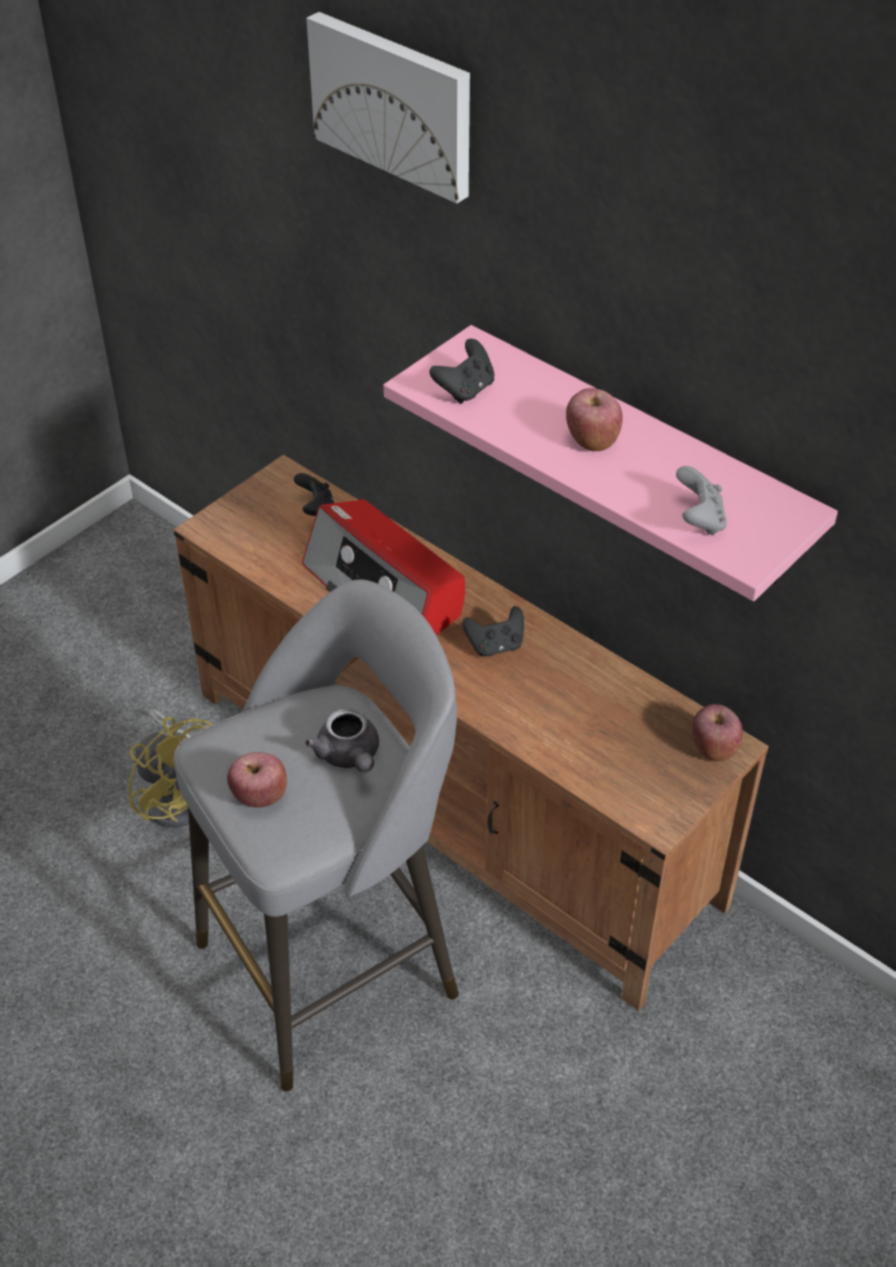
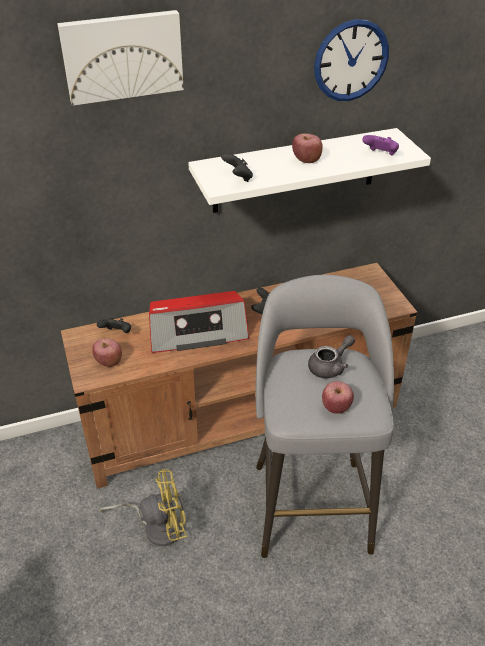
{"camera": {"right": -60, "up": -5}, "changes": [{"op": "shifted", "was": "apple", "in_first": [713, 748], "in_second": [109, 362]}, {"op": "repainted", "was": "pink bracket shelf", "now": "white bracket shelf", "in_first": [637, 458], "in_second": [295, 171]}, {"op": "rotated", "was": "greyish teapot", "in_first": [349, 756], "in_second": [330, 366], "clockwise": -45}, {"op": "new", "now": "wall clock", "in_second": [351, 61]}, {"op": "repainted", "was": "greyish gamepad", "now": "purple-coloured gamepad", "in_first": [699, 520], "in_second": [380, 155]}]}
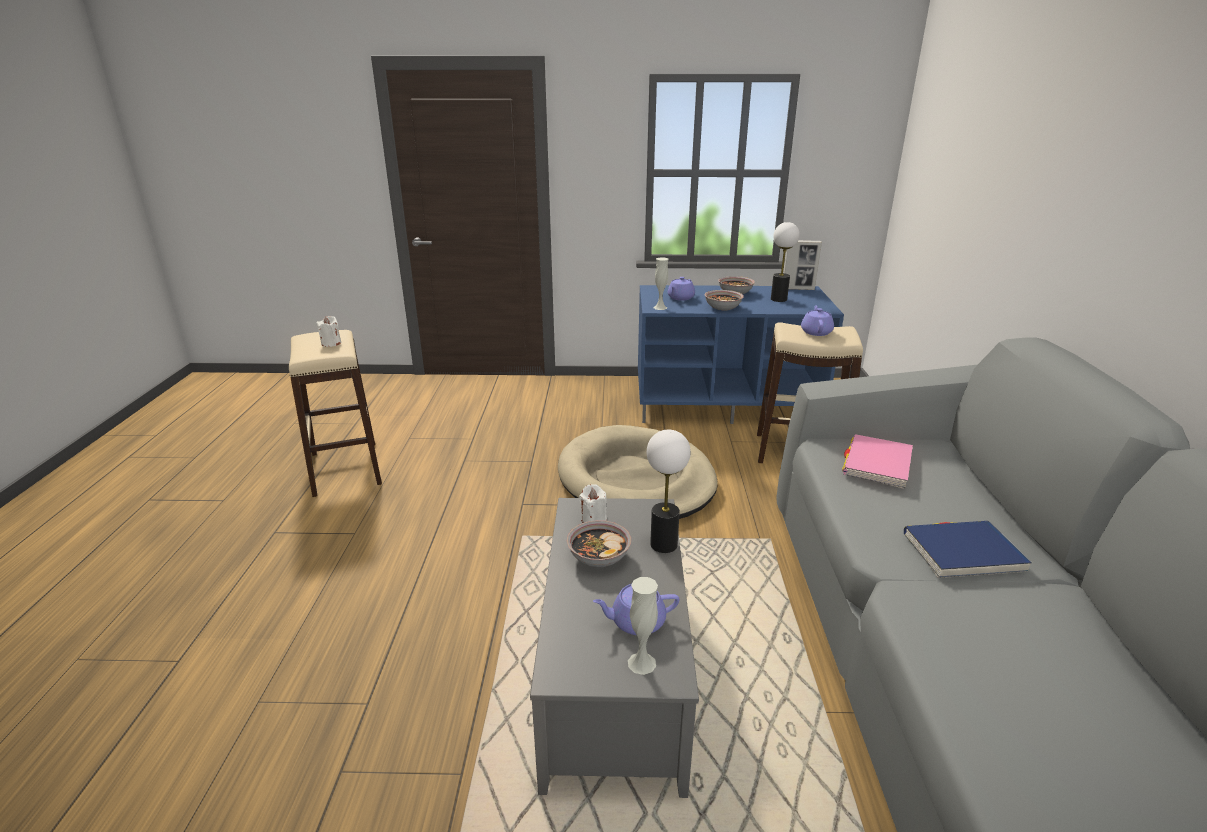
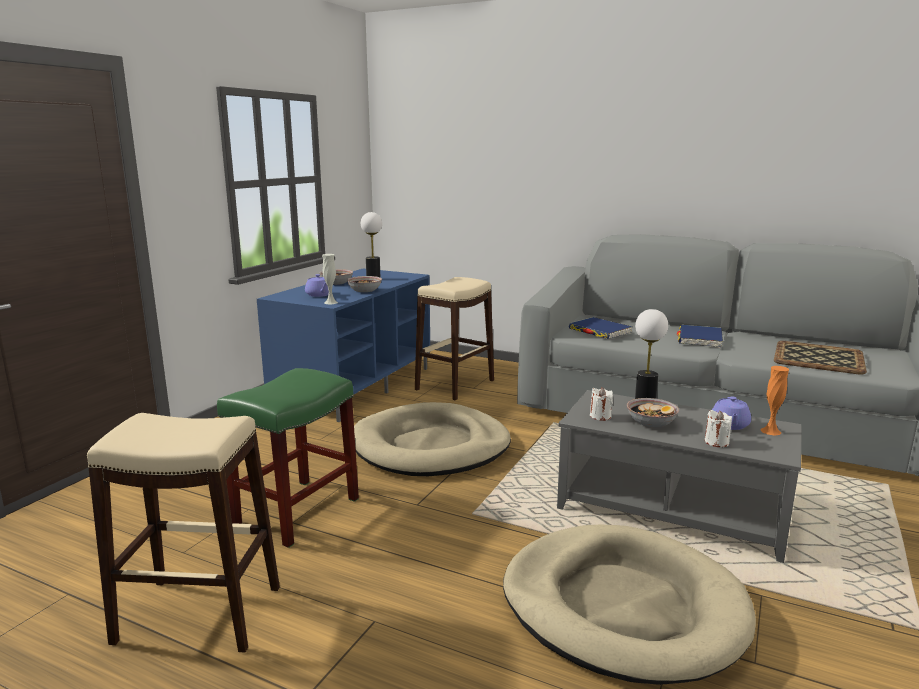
{"camera": {"right": -65, "up": -10}, "changes": [{"op": "new", "now": "green-coloured stool", "in_second": [297, 511]}, {"op": "new", "now": "beige-coloured dog bed", "in_second": [622, 607]}, {"op": "repainted", "was": "pink book", "now": "bluish book", "in_first": [877, 464], "in_second": [600, 331]}, {"op": "shifted", "was": "white wax light", "in_first": [331, 343], "in_second": [716, 442]}, {"op": "repainted", "was": "white decorative vase", "now": "orange-coloured decorative vase", "in_first": [641, 663], "in_second": [770, 431]}, {"op": "new", "now": "carrying tray", "in_second": [819, 358]}, {"op": "gone", "was": "standing frame", "in_first": [798, 289]}, {"op": "gone", "was": "purple-coloured teapot", "in_first": [816, 332]}]}
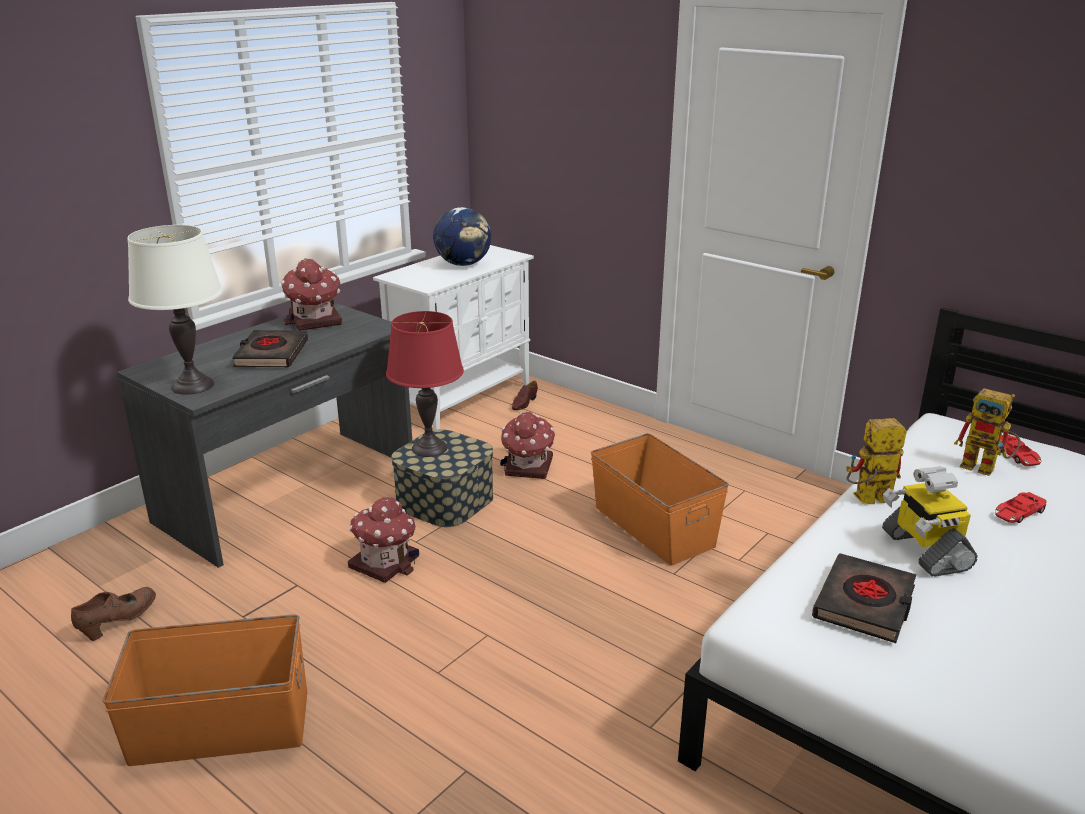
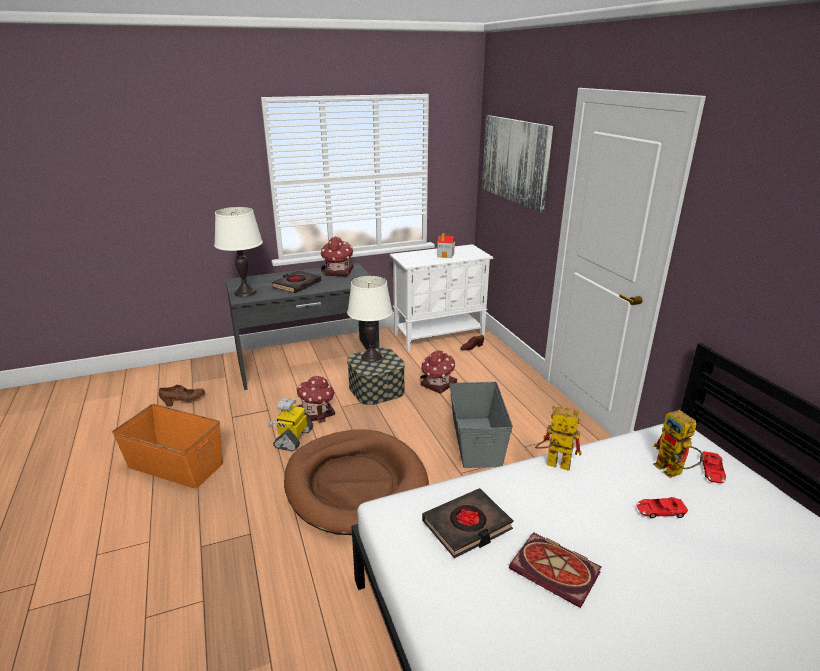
{"camera": {"right": 30, "up": 0}, "changes": [{"op": "shifted", "was": "toy robot", "in_first": [923, 550], "in_second": [293, 438]}, {"op": "new", "now": "brown-coloured dog bed", "in_second": [355, 484]}, {"op": "repainted", "was": "red table lamp", "now": "white table lamp", "in_first": [429, 448], "in_second": [371, 357]}, {"op": "swapped", "was": "globe", "now": "toy house", "in_first": [463, 264], "in_second": [446, 255]}, {"op": "repainted", "was": "orange-coloured storage bin", "now": "greyish storage bin", "in_first": [654, 525], "in_second": [477, 441]}, {"op": "new", "now": "wall picture", "in_second": [515, 160]}, {"op": "new", "now": "book", "in_second": [557, 571]}]}
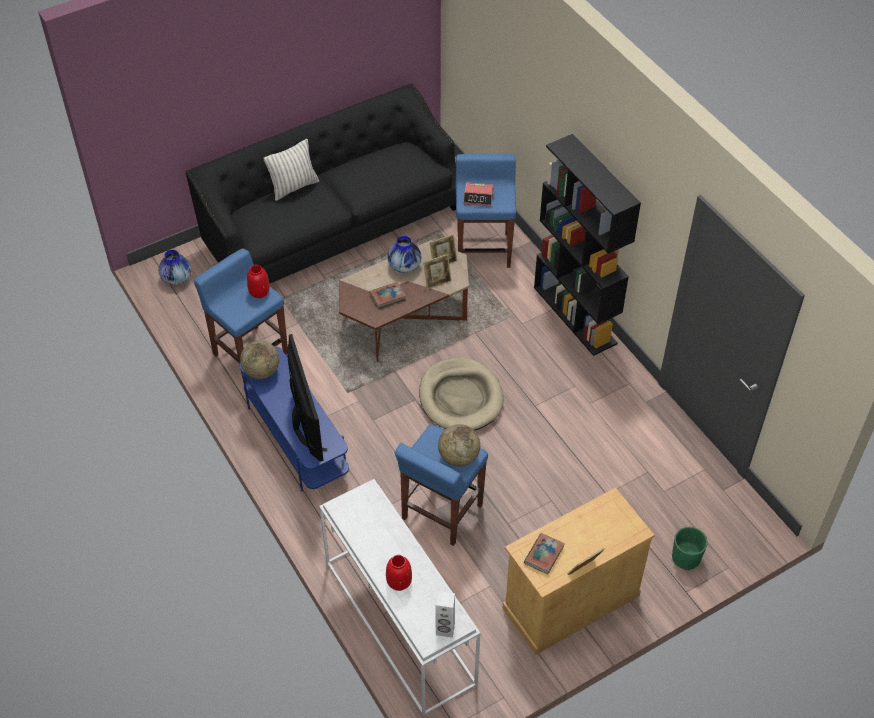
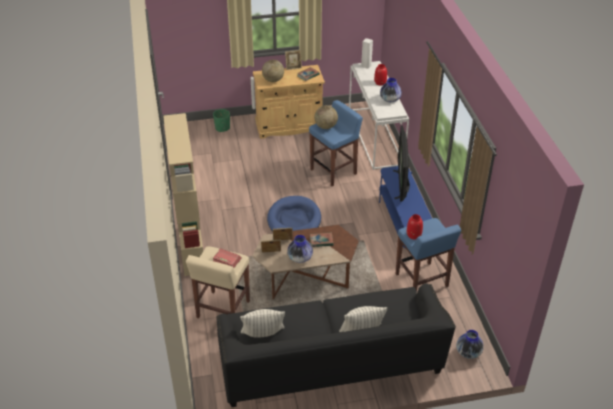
{"camera": {"right": -160, "up": -10}, "changes": [{"op": "repainted", "was": "blackish bookcase", "now": "beige-coloured bookcase", "in_first": [575, 315], "in_second": [191, 248]}, {"op": "repainted", "was": "bluish stool", "now": "beige-coloured stool", "in_first": [483, 249], "in_second": [222, 310]}, {"op": "new", "now": "throw pillow", "in_second": [263, 335]}, {"op": "shifted", "was": "globe", "in_first": [261, 371], "in_second": [273, 80]}, {"op": "repainted", "was": "beige-coloured dog bed", "now": "bluish dog bed", "in_first": [460, 397], "in_second": [294, 220]}, {"op": "new", "now": "decorative vase", "in_second": [390, 99]}]}
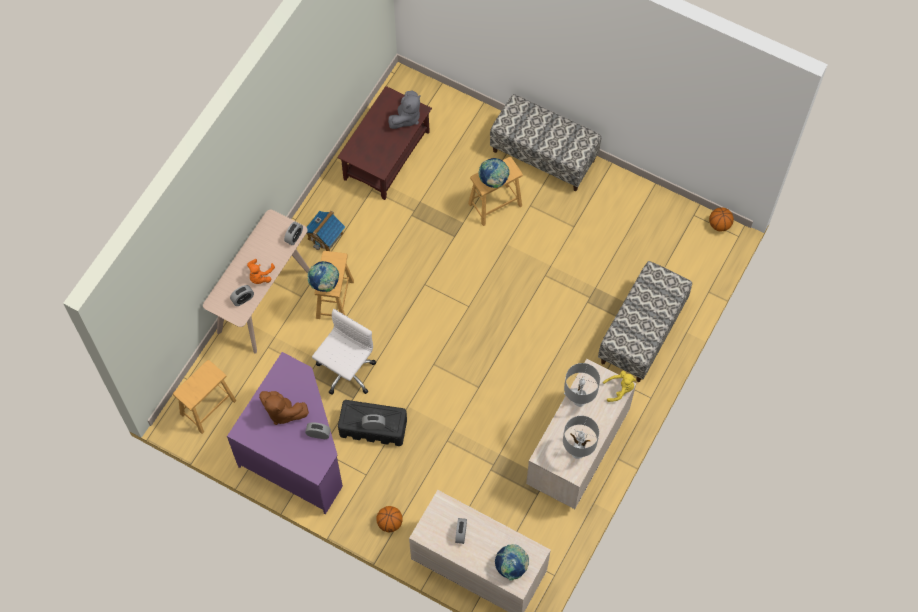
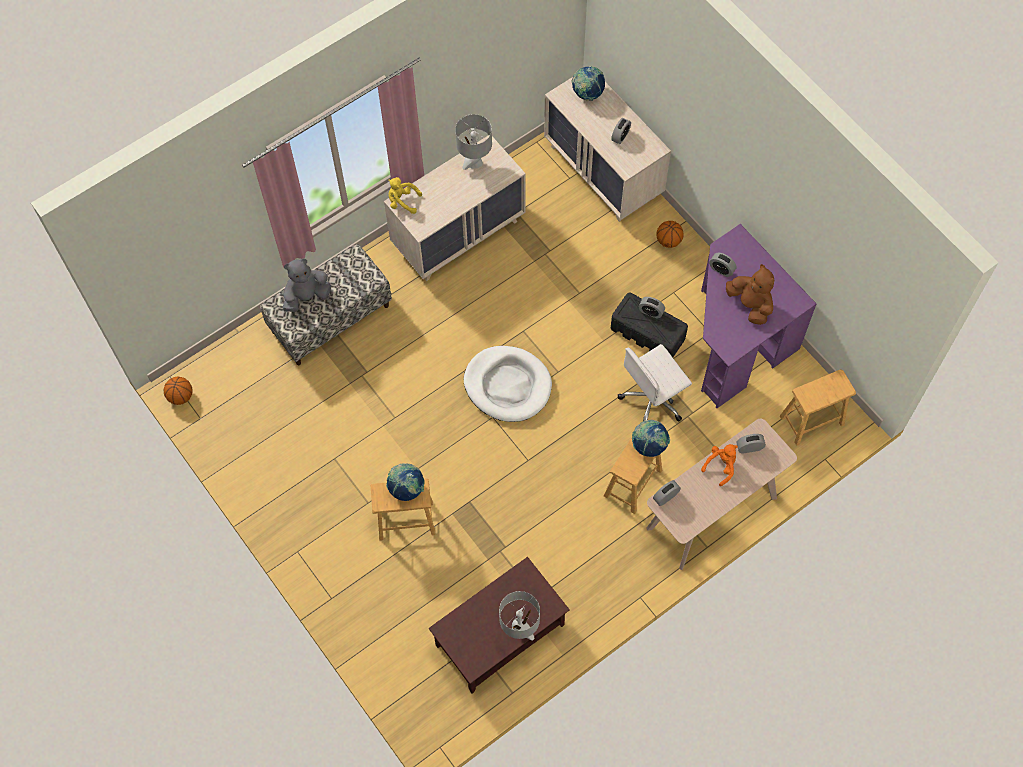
{"camera": {"right": -155, "up": 0}, "changes": [{"op": "shifted", "was": "greyish soft toy", "in_first": [406, 118], "in_second": [306, 296]}, {"op": "new", "now": "white dog bed", "in_second": [507, 385]}, {"op": "shifted", "was": "greyish table lamp", "in_first": [579, 400], "in_second": [519, 629]}, {"op": "gone", "was": "toy house", "in_first": [325, 236]}, {"op": "gone", "was": "bench", "in_first": [544, 155]}]}
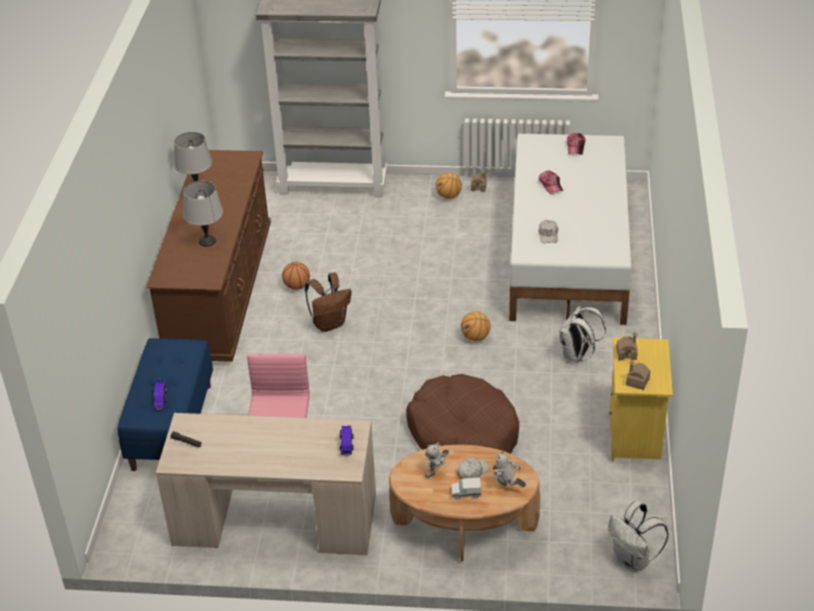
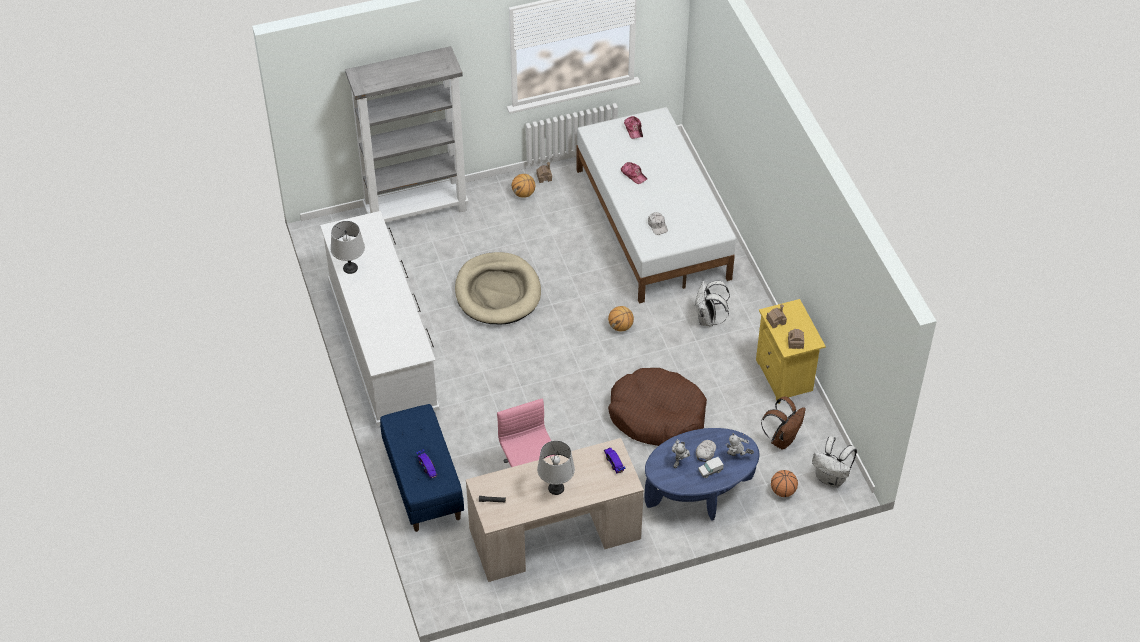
{"camera": {"right": -25, "up": 10}, "changes": [{"op": "repainted", "was": "brown-coloured dresser", "now": "white dresser", "in_first": [220, 292], "in_second": [383, 347]}, {"op": "new", "now": "beige-coloured dog bed", "in_second": [497, 292]}, {"op": "shifted", "was": "greyish table lamp", "in_first": [207, 241], "in_second": [556, 488]}, {"op": "repainted", "was": "brown-coloured lounge table", "now": "bluish lounge table", "in_first": [464, 527], "in_second": [699, 493]}, {"op": "shifted", "was": "brown-coloured knapsack", "in_first": [329, 323], "in_second": [782, 439]}, {"op": "shifted", "was": "basketball ball", "in_first": [297, 286], "in_second": [783, 491]}]}
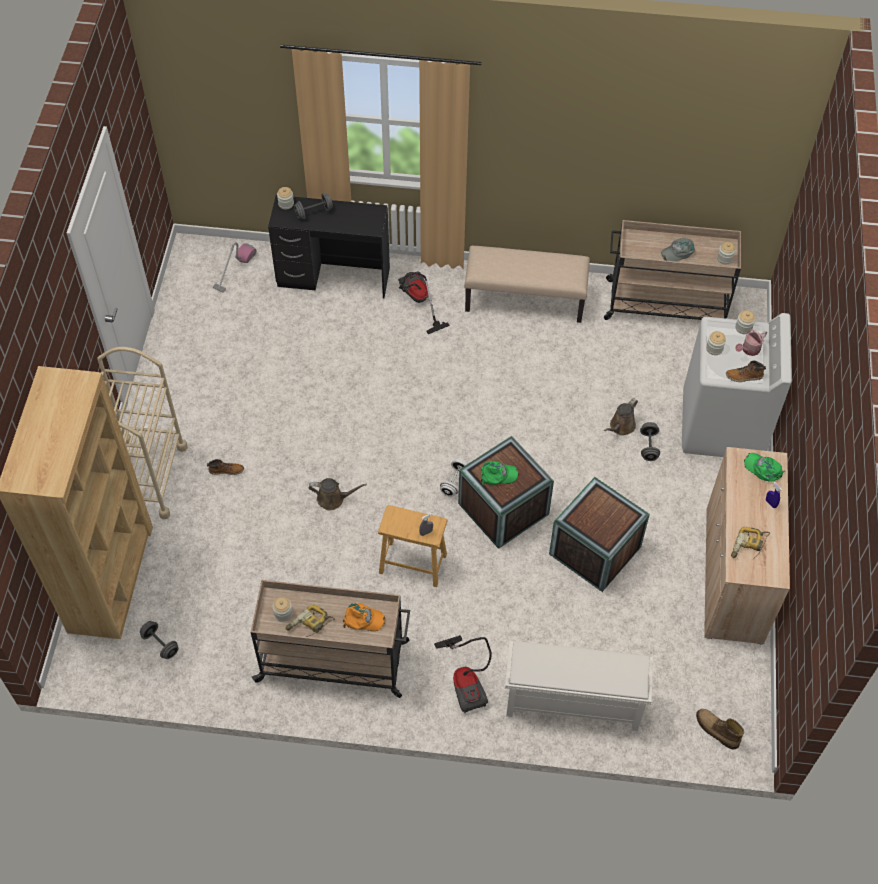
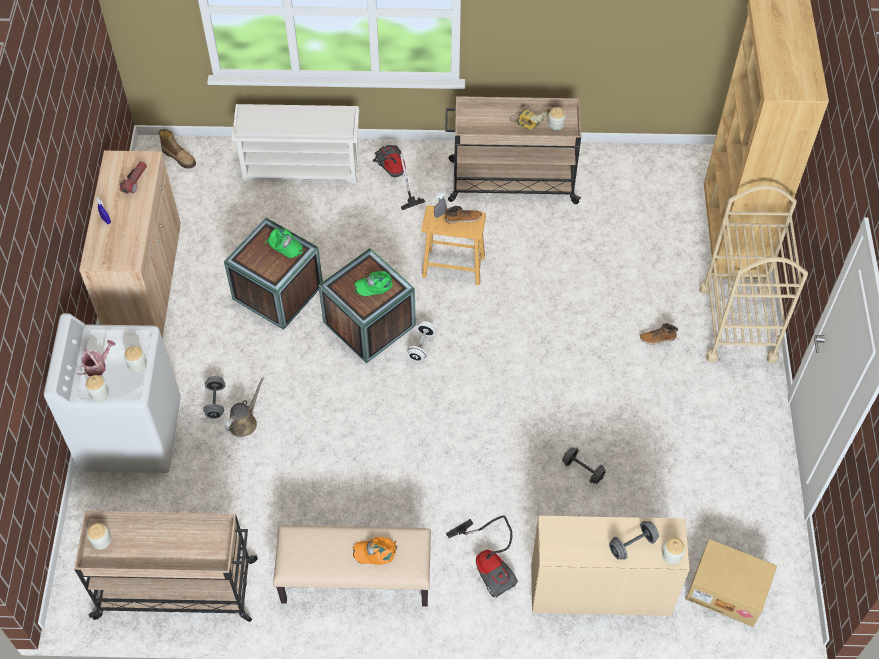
{"camera": {"right": 175, "up": 0}, "changes": [{"op": "swapped", "was": "drill", "now": "hand torch", "in_first": [748, 546], "in_second": [135, 181]}, {"op": "shifted", "was": "green-coloured baseball cap", "in_first": [763, 468], "in_second": [284, 245]}, {"op": "shifted", "was": "orange-coloured baseball cap", "in_first": [363, 619], "in_second": [375, 552]}, {"op": "shifted", "was": "boot", "in_first": [744, 376], "in_second": [463, 218]}, {"op": "repainted", "was": "blackish desk", "now": "beige-coloured desk", "in_first": [333, 278], "in_second": [599, 589]}, {"op": "shifted", "was": "greyish hand weight", "in_first": [160, 644], "in_second": [583, 470]}, {"op": "swapped", "was": "hoover", "now": "cardboard box", "in_first": [234, 270], "in_second": [728, 590]}, {"op": "gone", "was": "brown-coloured watering pot", "in_first": [333, 499]}, {"op": "gone", "was": "greyish baseball cap", "in_first": [678, 252]}]}
